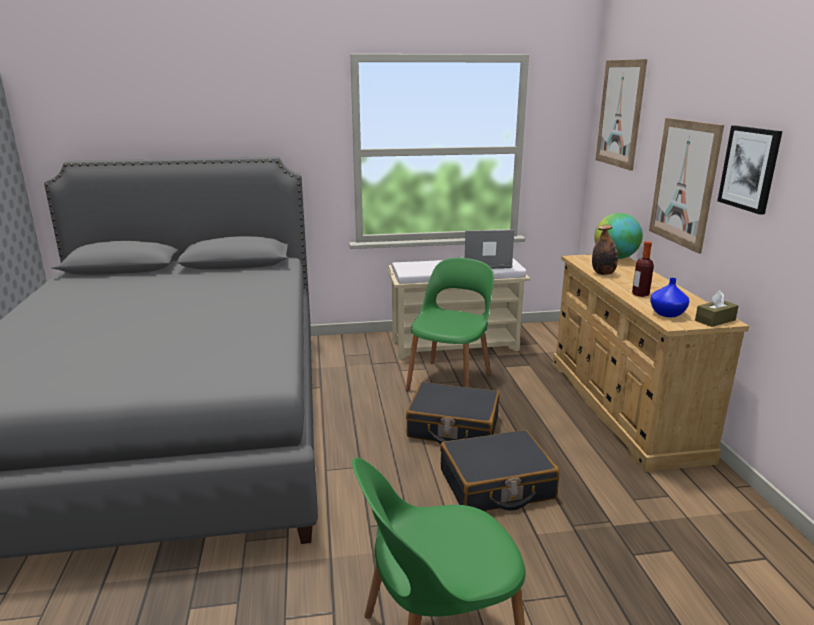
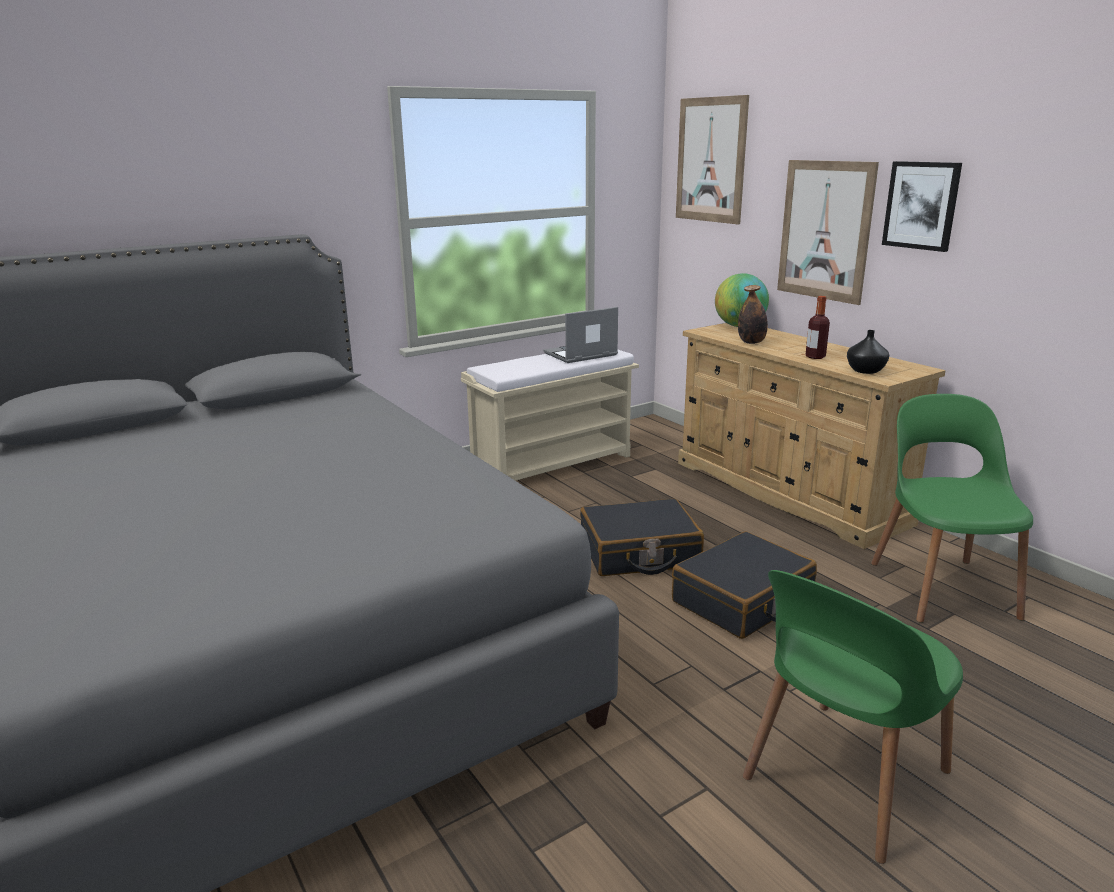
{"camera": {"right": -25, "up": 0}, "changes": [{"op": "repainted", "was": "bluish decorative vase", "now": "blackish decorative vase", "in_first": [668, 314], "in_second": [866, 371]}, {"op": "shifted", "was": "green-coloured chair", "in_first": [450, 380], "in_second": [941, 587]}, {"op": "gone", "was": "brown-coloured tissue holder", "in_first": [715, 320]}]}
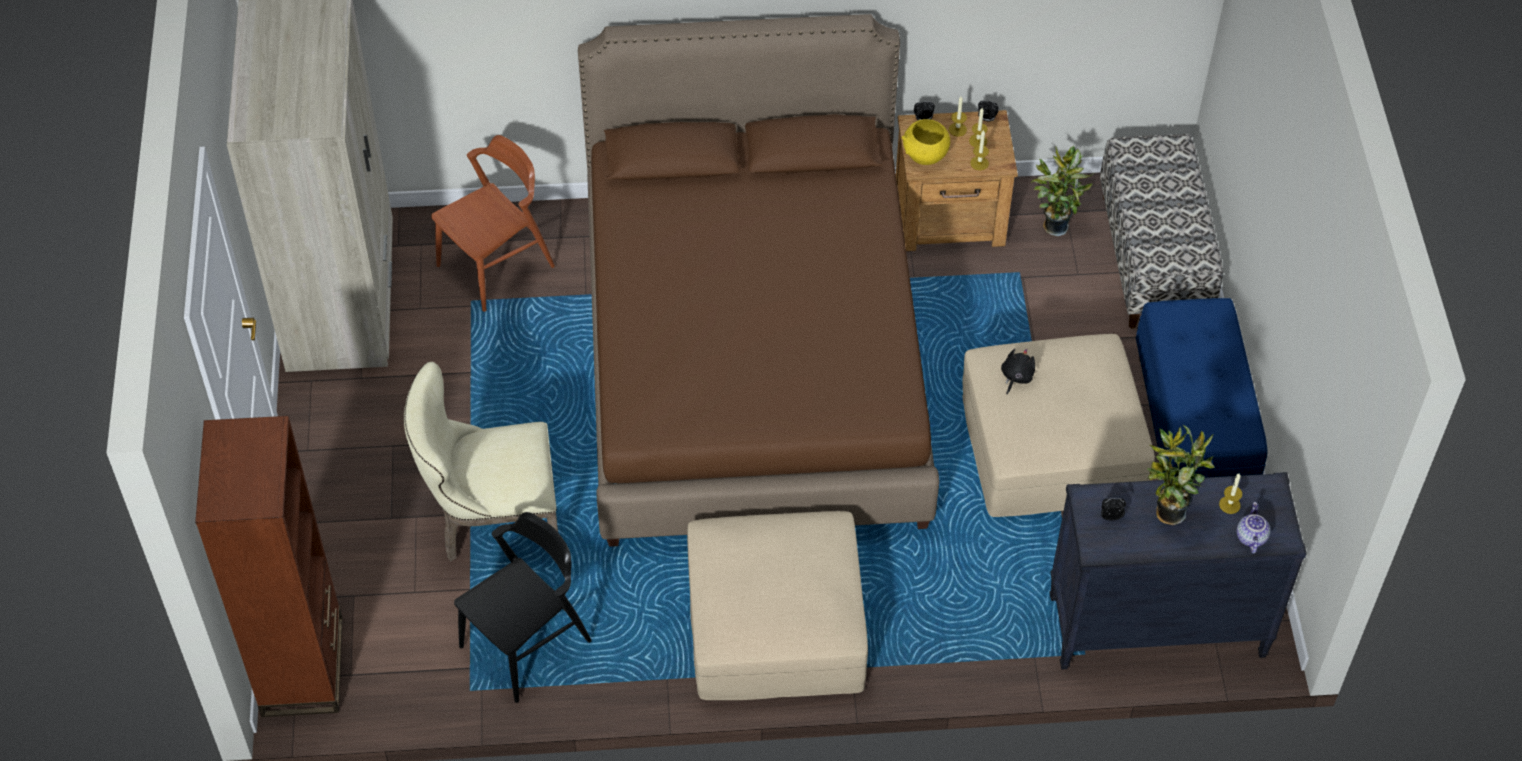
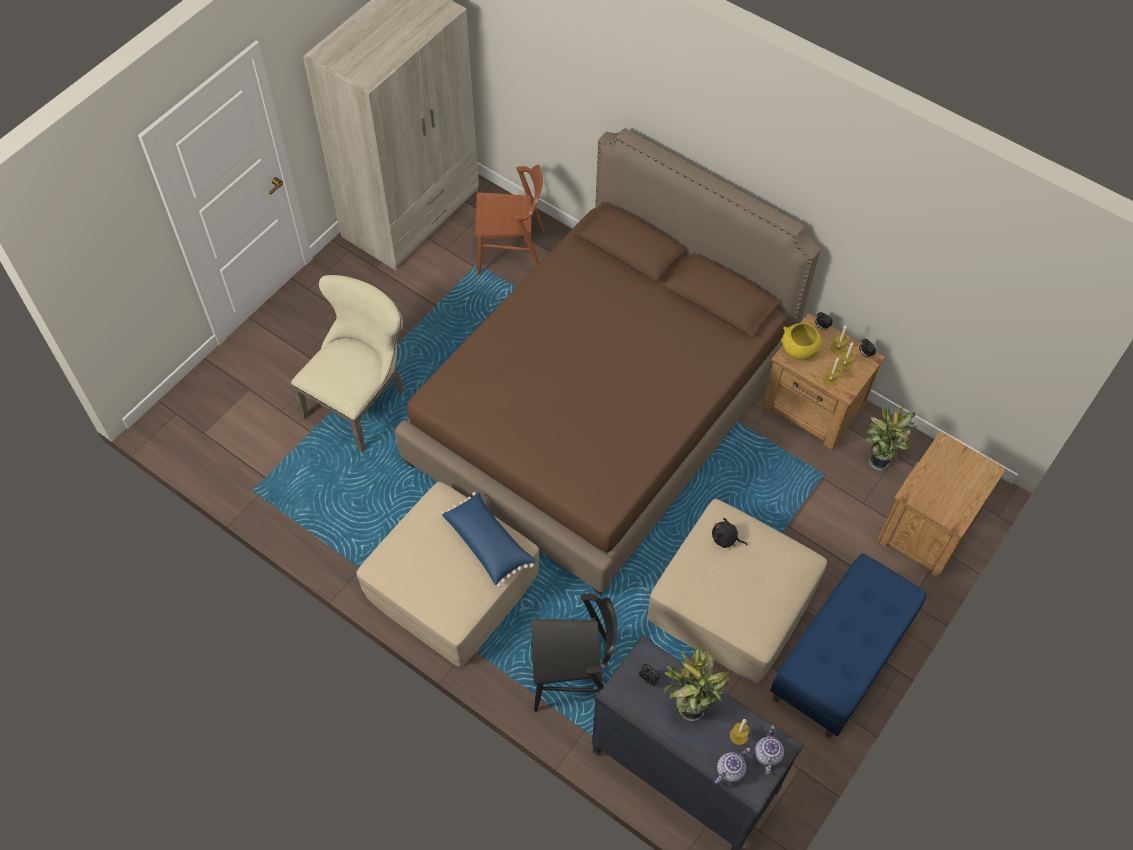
{"camera": {"right": 40, "up": 5}, "changes": [{"op": "rotated", "was": "beige-coloured chair", "in_first": [491, 521], "in_second": [360, 401], "clockwise": 90}, {"op": "new", "now": "bluish throw pillow", "in_second": [488, 543]}, {"op": "shifted", "was": "blackish chair", "in_first": [526, 644], "in_second": [572, 675]}, {"op": "rotated", "was": "blackish soft toy", "in_first": [1016, 377], "in_second": [725, 539], "clockwise": -135}, {"op": "new", "now": "teapot", "in_second": [767, 754]}, {"op": "swapped", "was": "bench", "now": "brown-coloured bedside table", "in_first": [1153, 259], "in_second": [925, 529]}, {"op": "gone", "was": "brown-coloured bookcase", "in_first": [303, 666]}]}
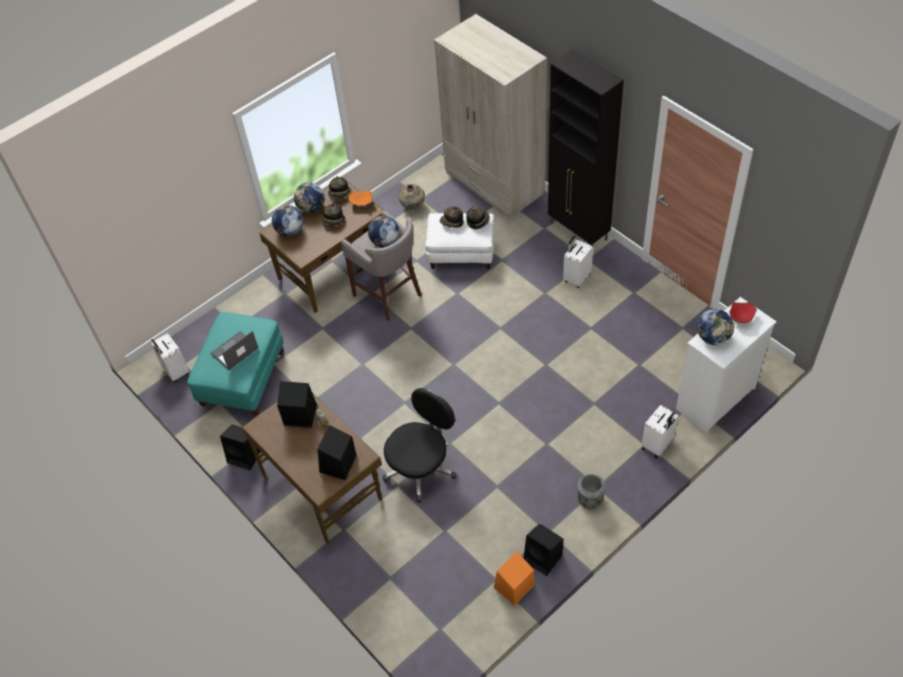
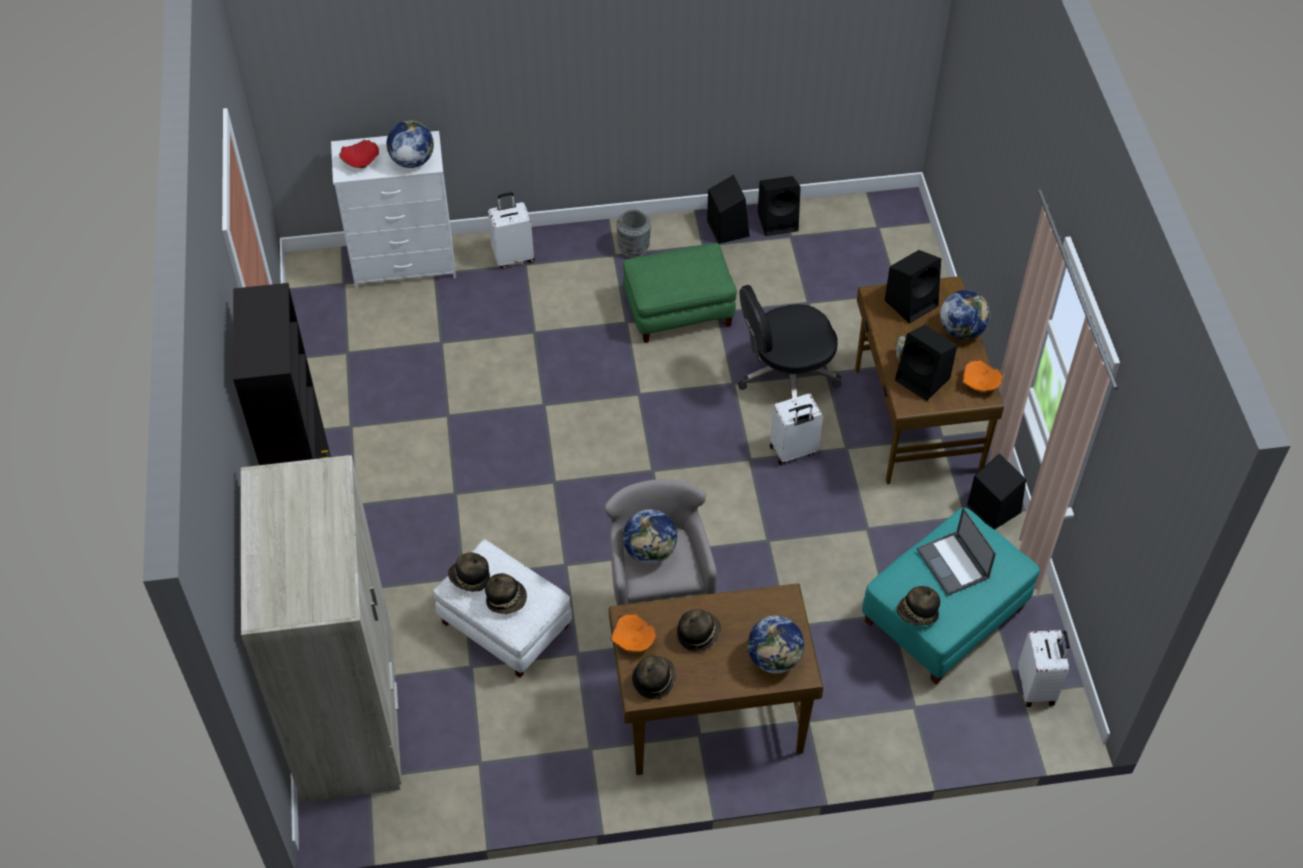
{"camera": {"right": -150, "up": 0}, "changes": [{"op": "new", "now": "green-coloured footrest", "in_second": [679, 309]}, {"op": "repainted", "was": "orange-coloured speaker", "now": "blackish speaker", "in_first": [513, 587], "in_second": [779, 221]}, {"op": "shifted", "was": "white piece of luggage", "in_first": [576, 278], "in_second": [793, 451]}, {"op": "new", "now": "wearable hat", "in_second": [917, 613]}, {"op": "rotated", "was": "notebook computer", "in_first": [234, 351], "in_second": [953, 564], "clockwise": 75}, {"op": "shifted", "was": "globe", "in_first": [311, 208], "in_second": [961, 330]}, {"op": "new", "now": "orange-coloured bowl", "in_second": [980, 384]}, {"op": "gone", "was": "beige-coloured decorative vase", "in_first": [412, 206]}]}
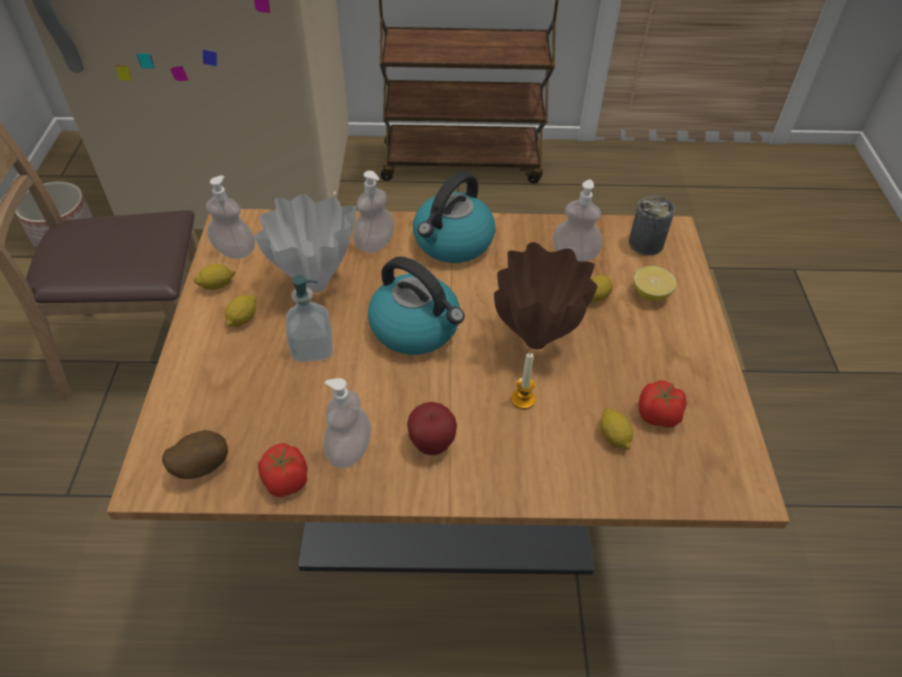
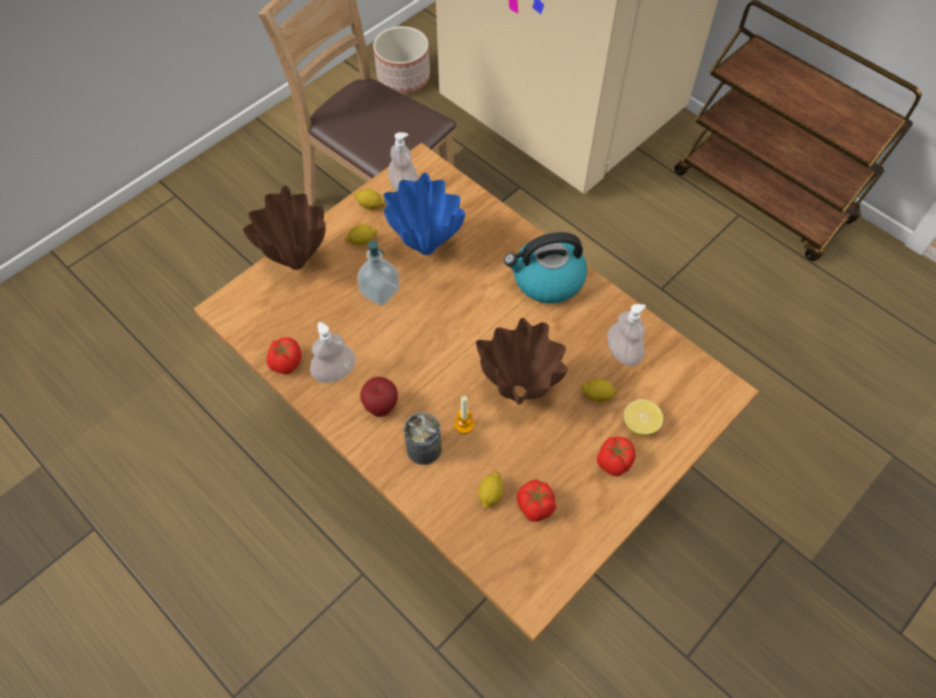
{"camera": {"right": 45, "up": 10}, "changes": [{"op": "new", "now": "brown-coloured decorative vase", "in_second": [296, 264]}, {"op": "repainted", "was": "white decorative vase", "now": "bluish decorative vase", "in_first": [314, 286], "in_second": [425, 248]}, {"op": "shifted", "was": "sealed can", "in_first": [646, 243], "in_second": [424, 448]}, {"op": "new", "now": "tomato", "in_second": [613, 462]}, {"op": "gone", "was": "whole potato", "in_first": [201, 466]}, {"op": "gone", "was": "liquid soap bottle", "in_first": [375, 244]}, {"op": "gone", "was": "water kettle", "in_first": [416, 328]}]}
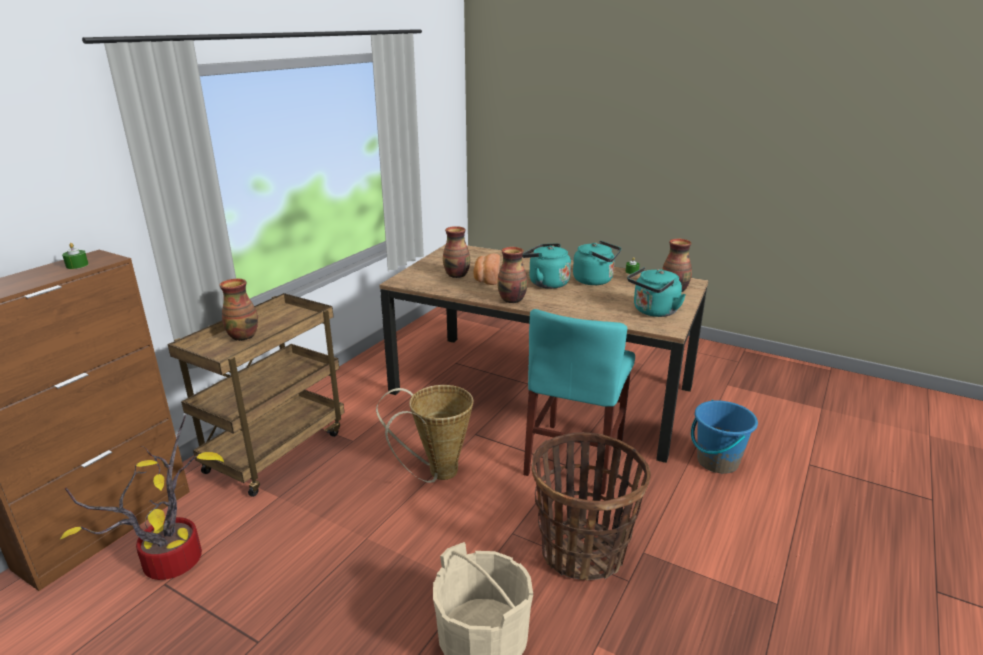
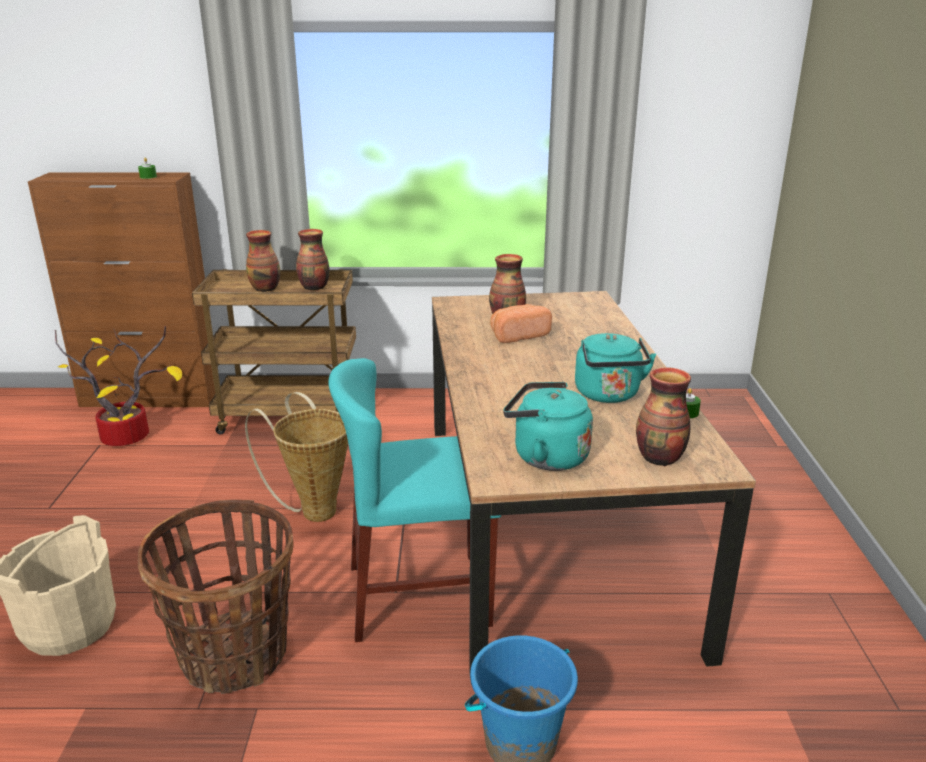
{"camera": {"right": 60, "up": 0}, "changes": [{"op": "shifted", "was": "decorative vase", "in_first": [512, 300], "in_second": [314, 287]}, {"op": "gone", "was": "turquoise-coloured water kettle", "in_first": [546, 283]}]}
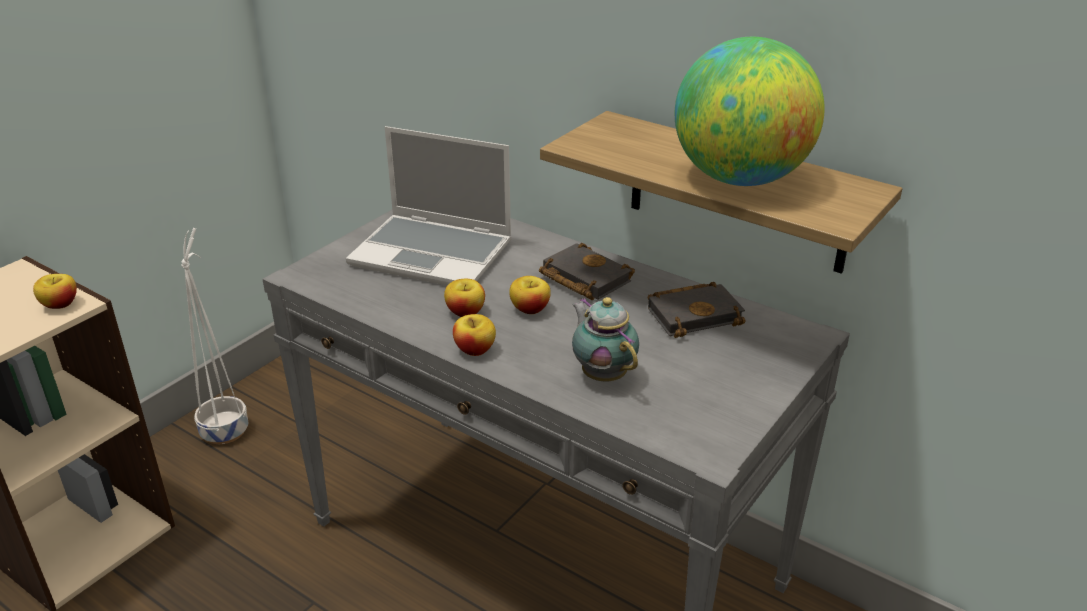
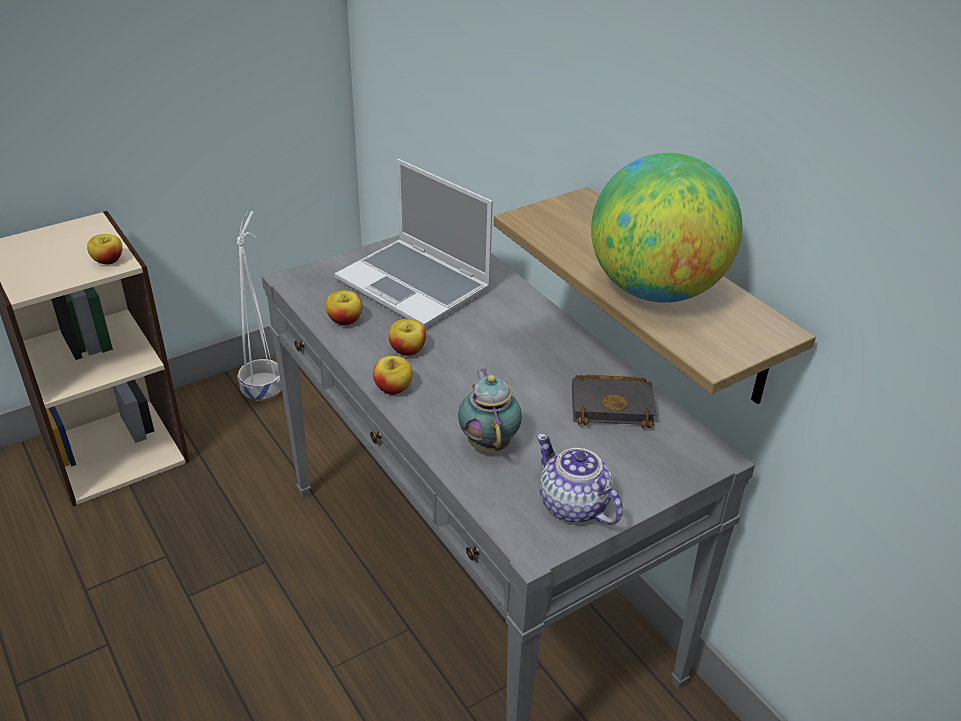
{"camera": {"right": 20, "up": 5}, "changes": [{"op": "shifted", "was": "apple", "in_first": [530, 309], "in_second": [345, 320]}, {"op": "new", "now": "teapot", "in_second": [574, 506]}, {"op": "gone", "was": "blackish book", "in_first": [582, 278]}]}
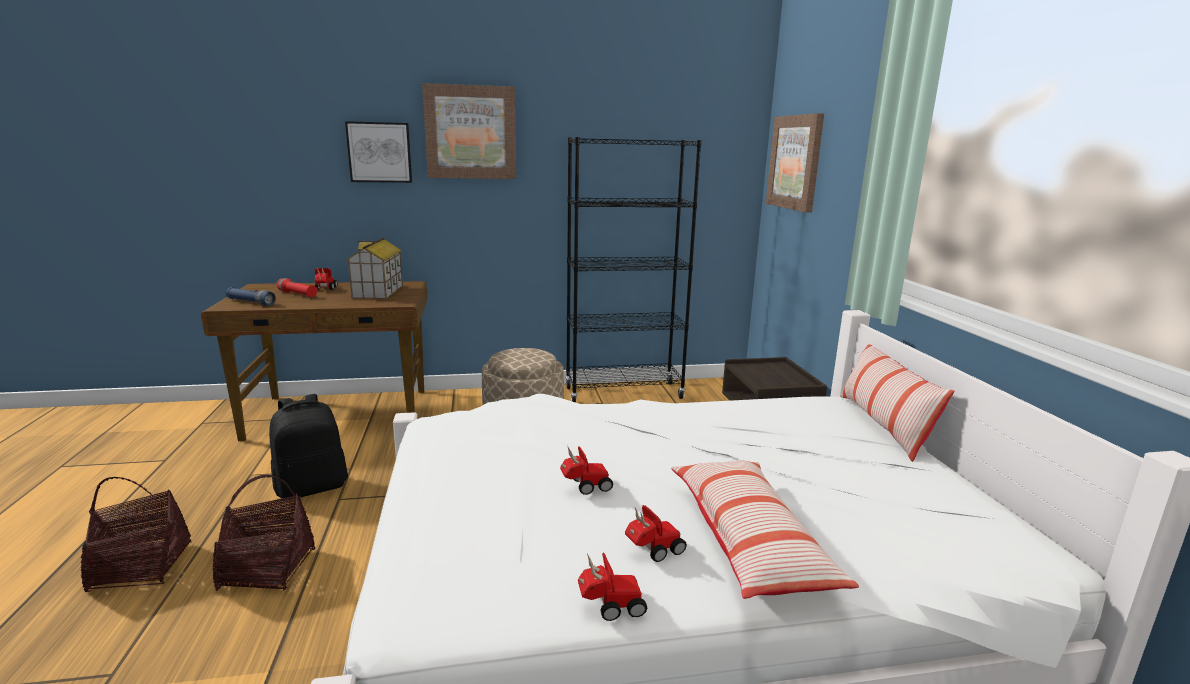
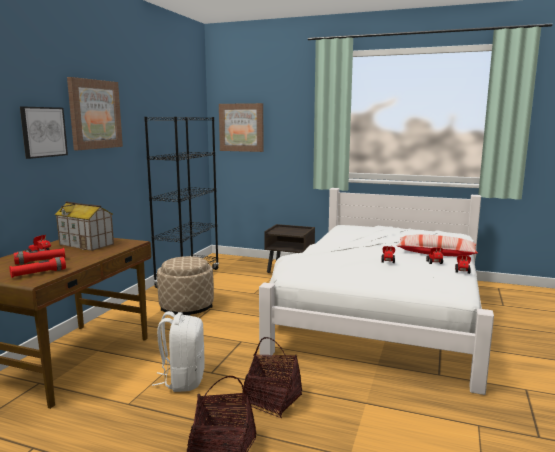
{"camera": {"right": -60, "up": -5}, "changes": [{"op": "repainted", "was": "bluish hand torch", "now": "red hand torch", "in_first": [251, 303], "in_second": [39, 273]}, {"op": "repainted", "was": "blackish knapsack", "now": "white knapsack", "in_first": [312, 487], "in_second": [183, 380]}, {"op": "gone", "was": "throw pillow", "in_first": [883, 425]}]}
